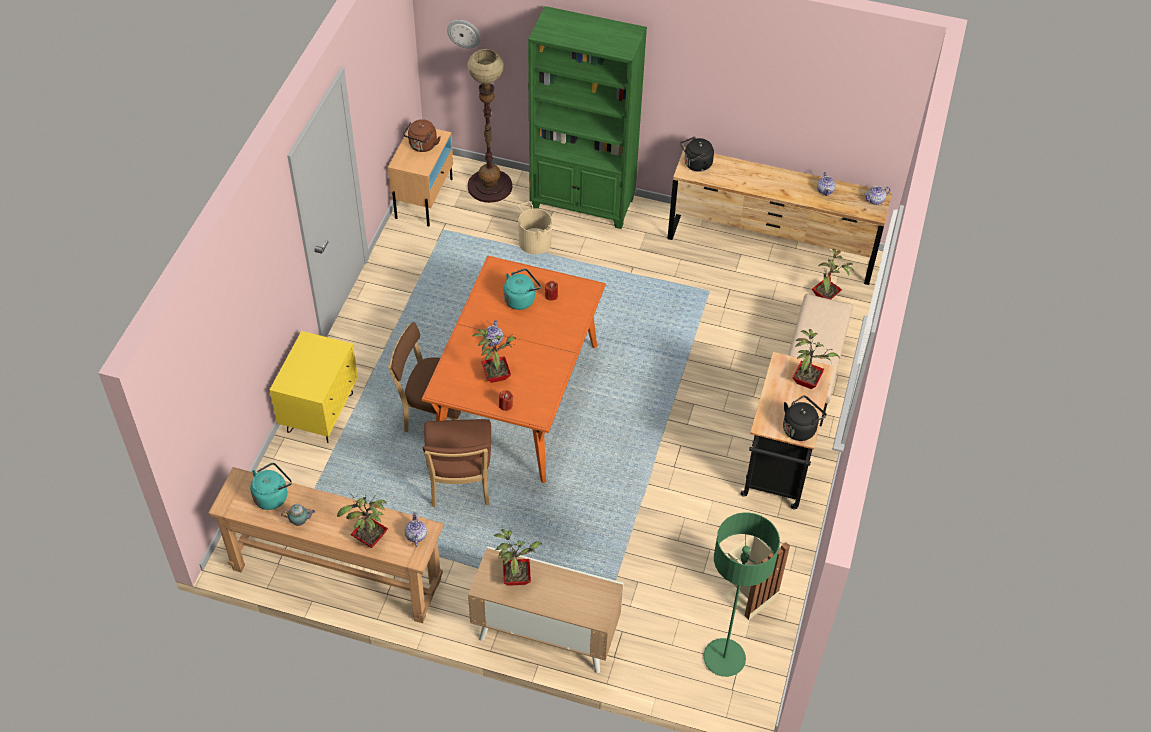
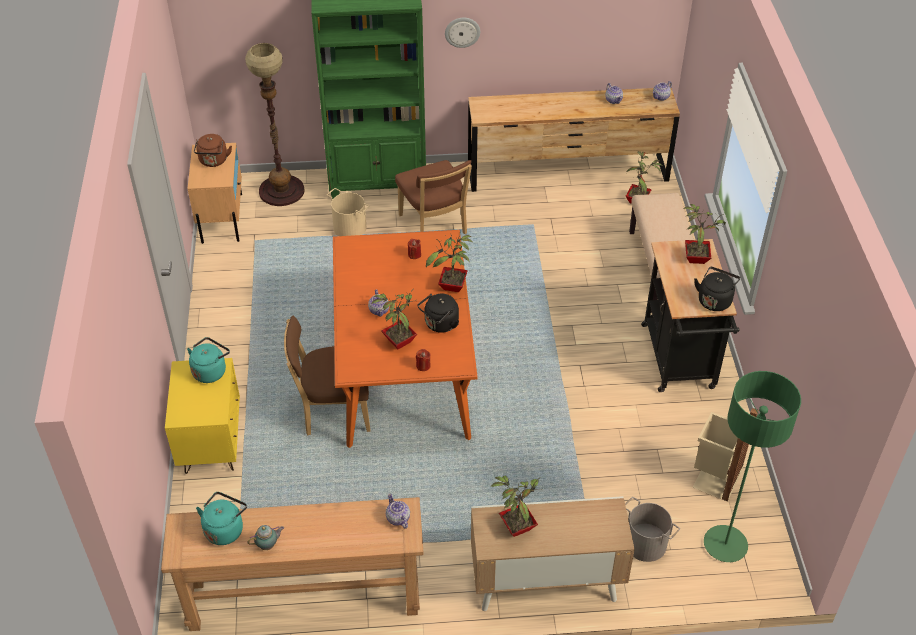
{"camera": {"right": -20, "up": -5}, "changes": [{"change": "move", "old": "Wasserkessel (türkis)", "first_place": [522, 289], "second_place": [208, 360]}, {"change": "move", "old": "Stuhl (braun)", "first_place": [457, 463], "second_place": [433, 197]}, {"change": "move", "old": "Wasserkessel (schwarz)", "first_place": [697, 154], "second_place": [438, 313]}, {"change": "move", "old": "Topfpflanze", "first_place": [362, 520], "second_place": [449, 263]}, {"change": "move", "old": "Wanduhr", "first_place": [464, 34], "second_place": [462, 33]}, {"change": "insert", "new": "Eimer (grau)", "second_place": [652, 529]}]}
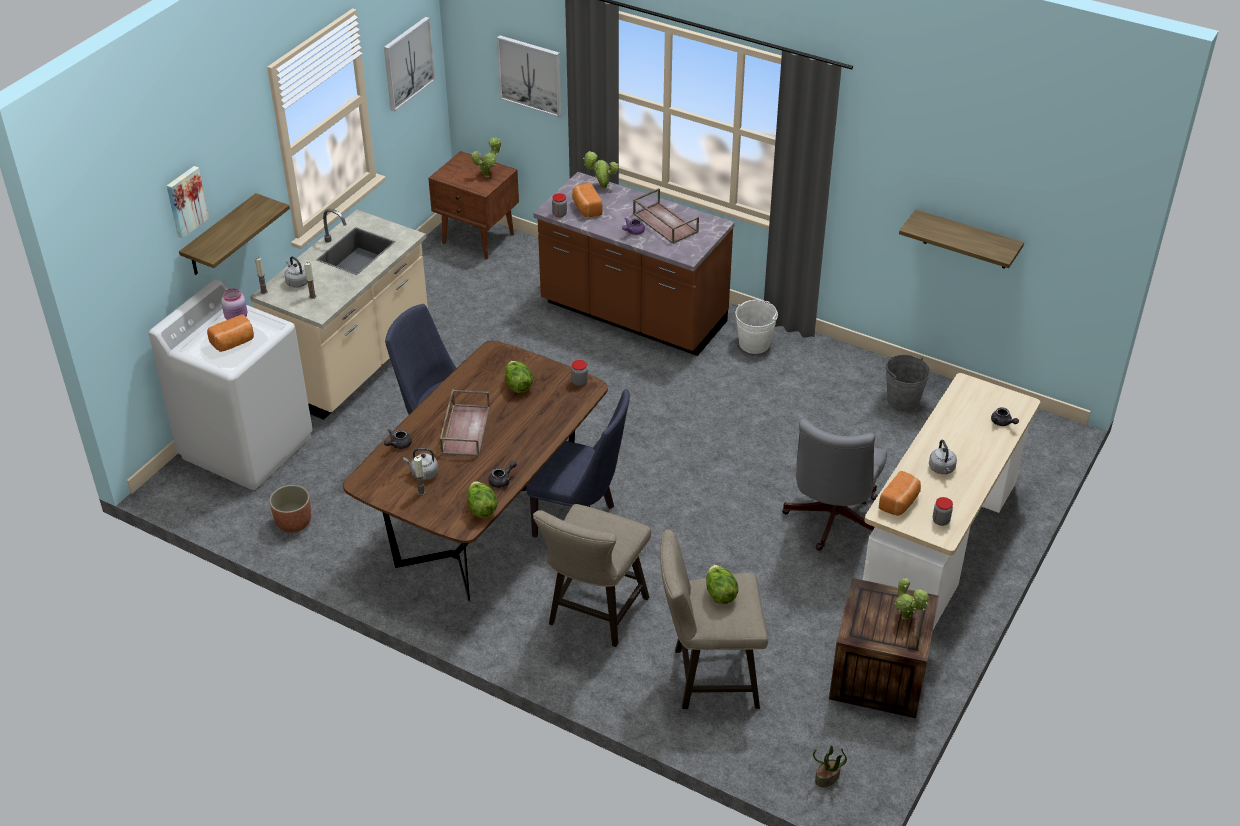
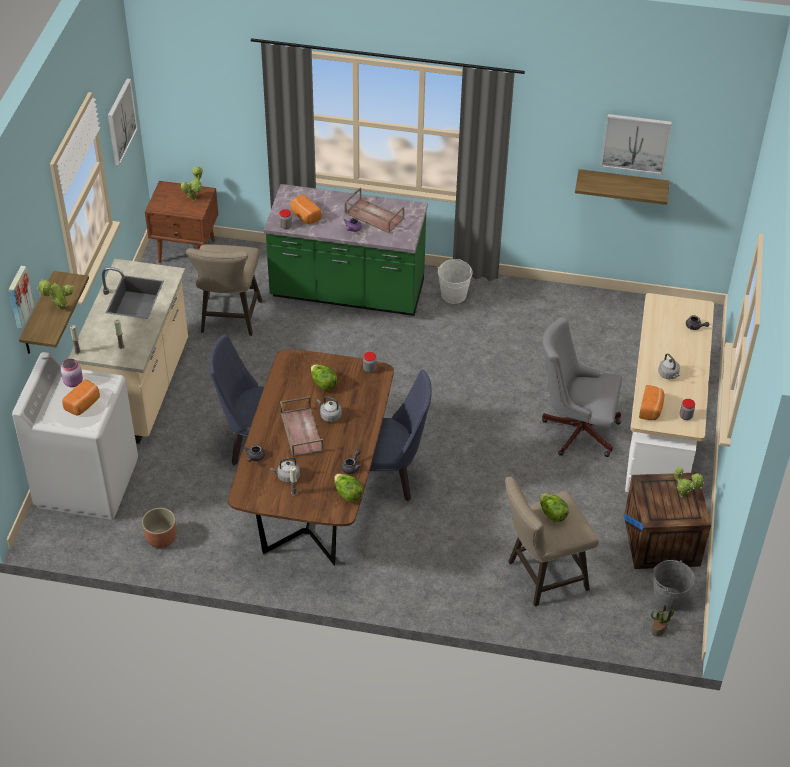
{"camera": {"right": -20, "up": 5}, "changes": [{"change": "move", "old": "Topfpflanze", "first_place": [601, 170], "second_place": [55, 295]}, {"change": "move", "old": "Hocker (beige)", "first_place": [592, 575], "second_place": [224, 290]}, {"change": "recolor", "old": "Küchenzeile (braun)", "new": "Küchenzeile (grün)", "first_place": [634, 264], "second_place": [346, 250]}, {"change": "move", "old": "Wasserkessel (grau)", "first_place": [296, 272], "second_place": [329, 409]}, {"change": "rotate", "old": "Bürostuhl (grau)", "first_place": [834, 484], "second_place": [582, 387], "degrees": 105}, {"change": "move", "old": "Bild", "first_place": [529, 76], "second_place": [636, 144]}, {"change": "move", "old": "Eimer (grau)", "first_place": [908, 383], "second_place": [674, 586]}]}
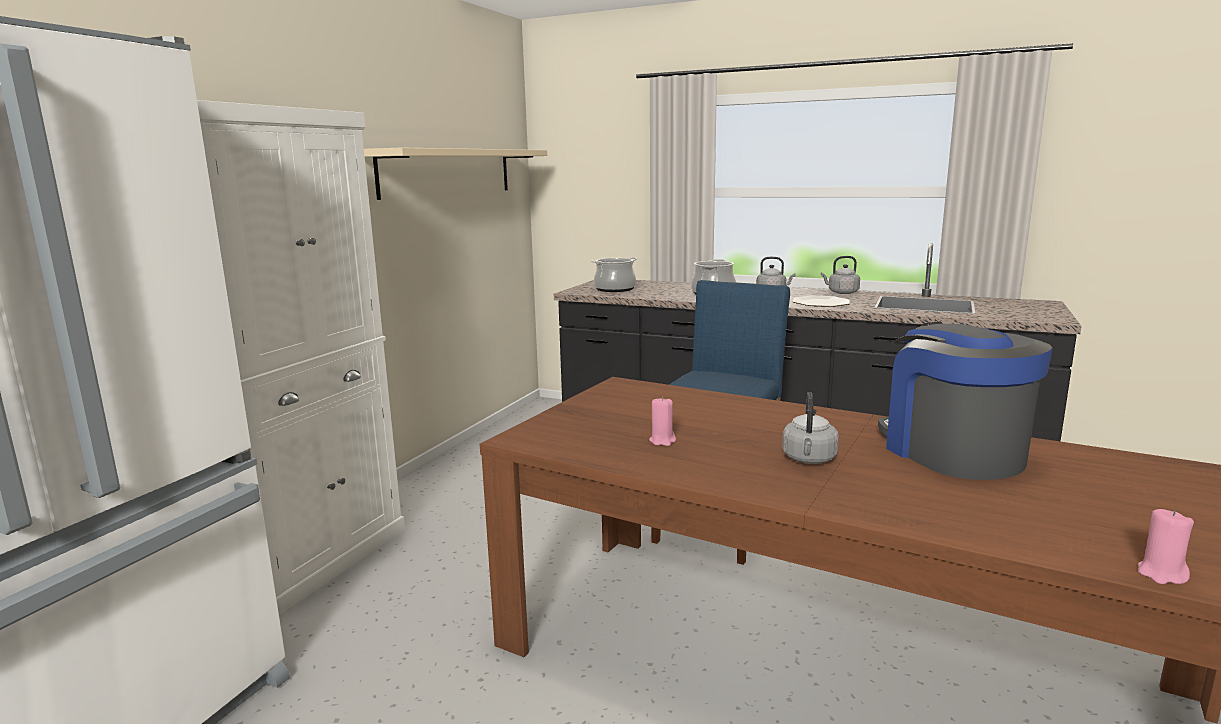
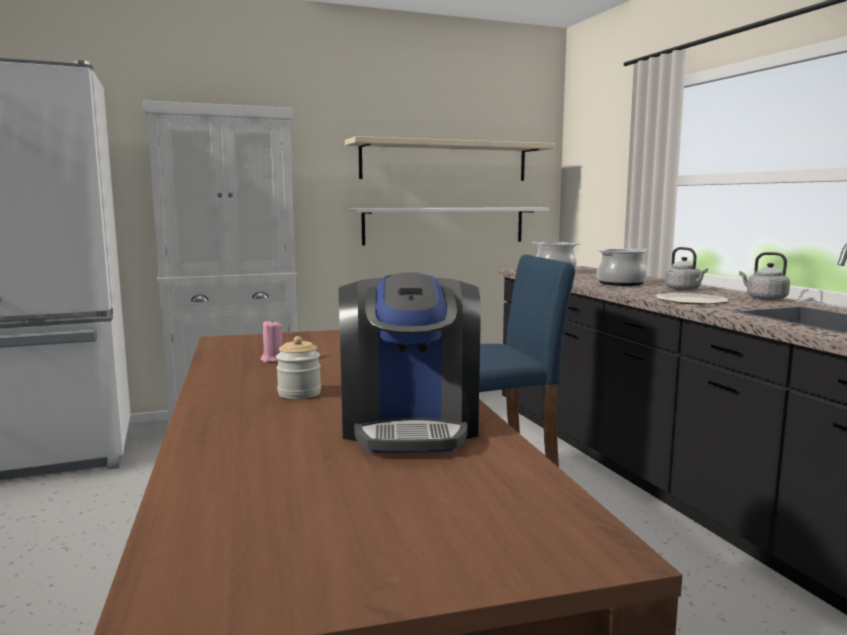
{"camera": {"right": 45, "up": -5}, "changes": [{"change": "replace", "old": "Wasserkessel (grau)", "new": "Vorratsglas", "first_place": [810, 428], "second_place": [298, 367]}, {"change": "rotate", "old": "Kaffeemaschine", "first_place": [965, 400], "second_place": [409, 362], "degrees": 150}, {"change": "insert", "new": "Wandregal (weiß)", "second_place": [448, 226]}, {"change": "delete", "old": "Kerze (rosa)", "first_place": [1166, 546]}]}
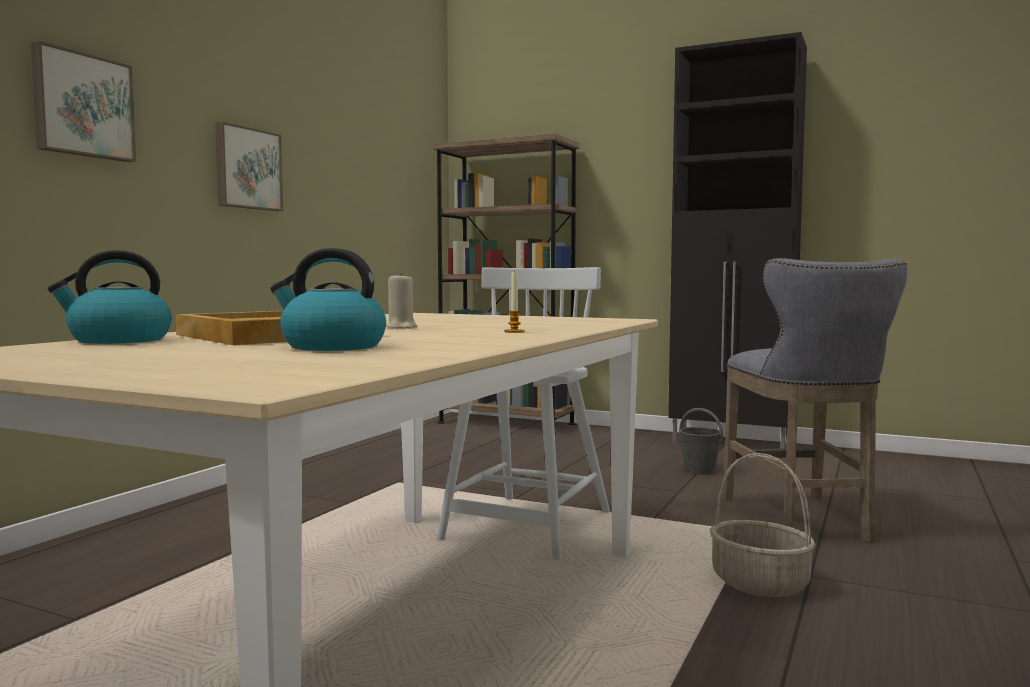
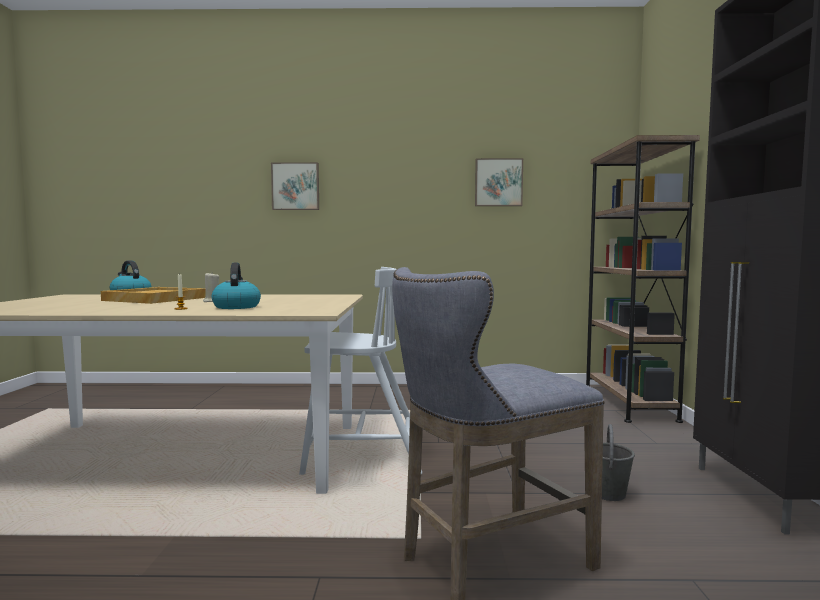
{"camera": {"right": 65, "up": 0}, "changes": [{"change": "move", "old": "Wasserkessel", "first_place": [328, 299], "second_place": [236, 286]}, {"change": "move", "old": "Bild", "first_place": [249, 166], "second_place": [499, 182]}, {"change": "delete", "old": "Korb", "first_place": [763, 525]}]}
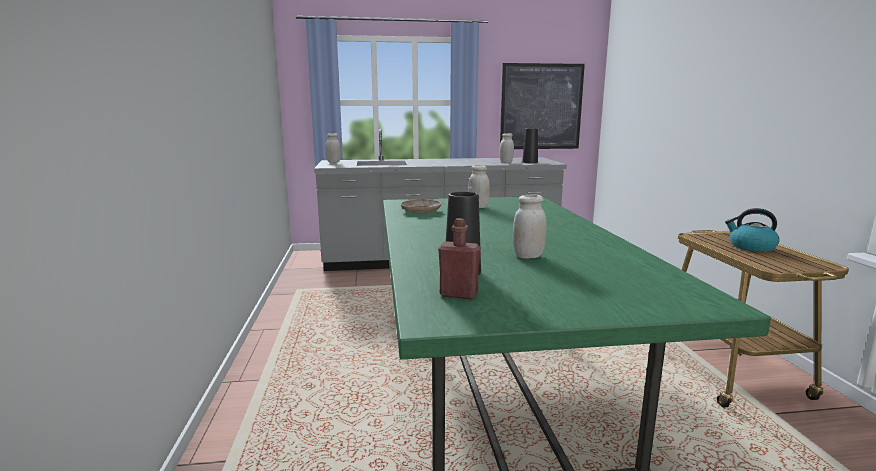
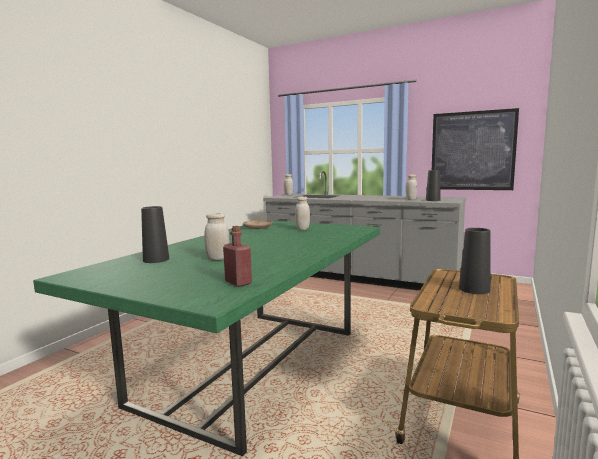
{"camera": {"right": 35, "up": -5}, "changes": [{"change": "move", "old": "Flasche (rot)", "first_place": [459, 258], "second_place": [237, 256]}, {"change": "replace", "old": "Wasserkessel", "new": "Vase (schwarz)", "first_place": [752, 230], "second_place": [475, 261]}]}
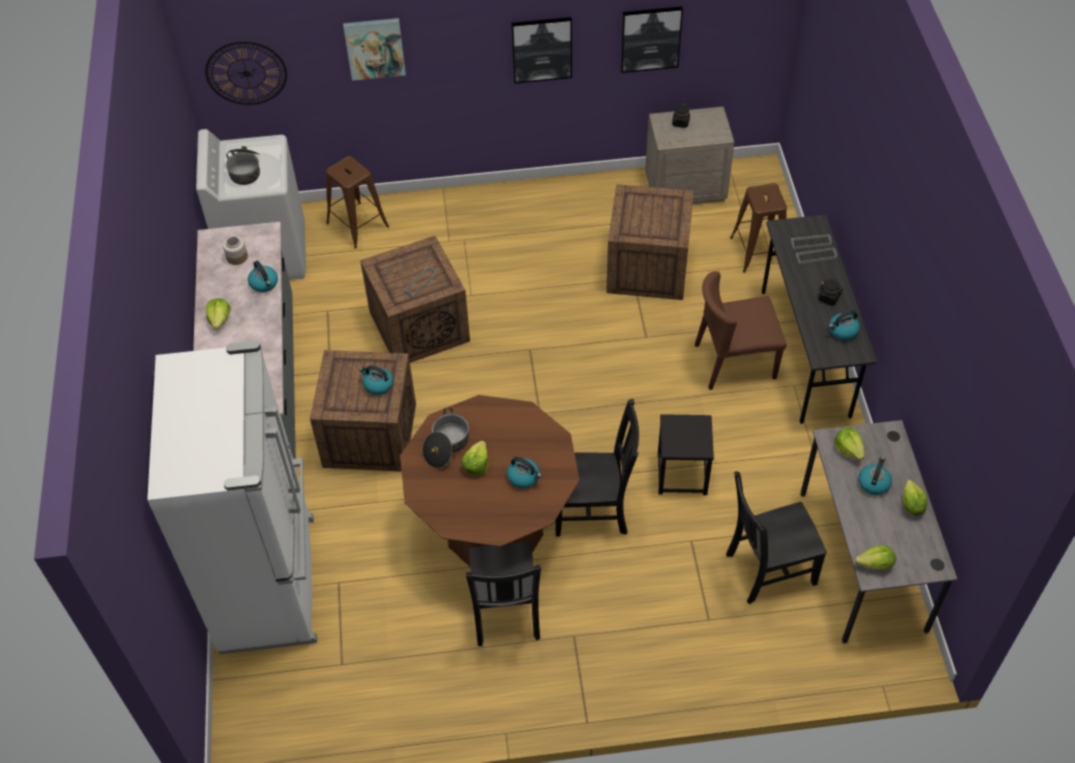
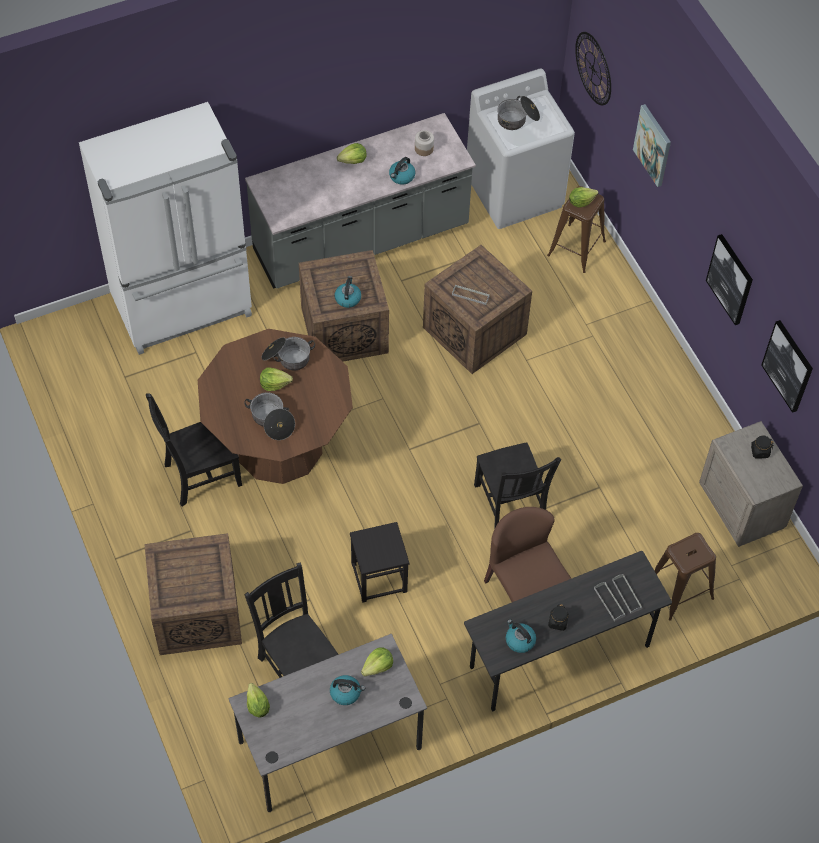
{"camera": {"right": 70, "up": 5}, "changes": [{"change": "move", "old": "Kiste", "first_place": [650, 242], "second_place": [193, 594]}, {"change": "replace", "old": "Wasserkessel", "new": "Kochtopf", "first_place": [524, 473], "second_place": [269, 416]}, {"change": "move", "old": "Stuhl (schwarz)", "first_place": [597, 467], "second_place": [517, 484]}, {"change": "move", "old": "Salatkopf", "first_place": [915, 498], "second_place": [583, 197]}]}
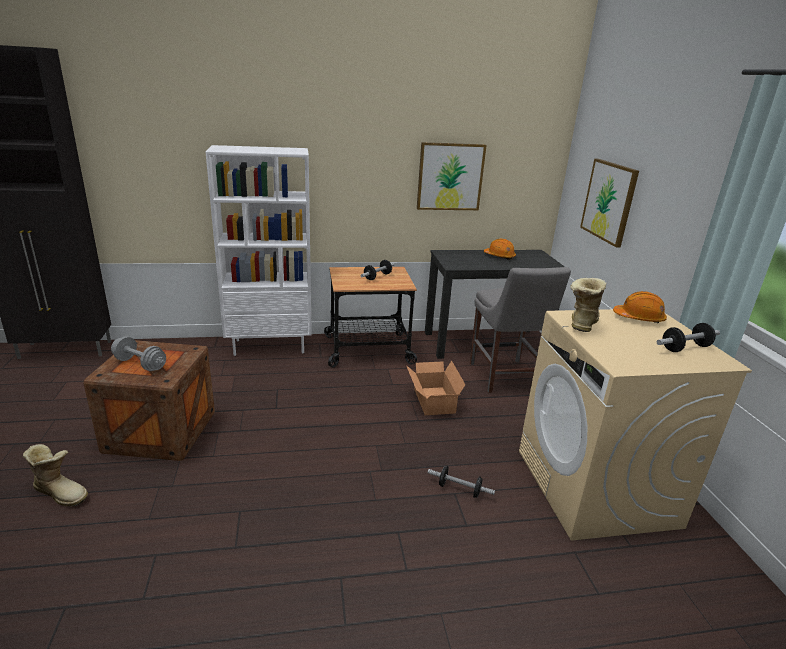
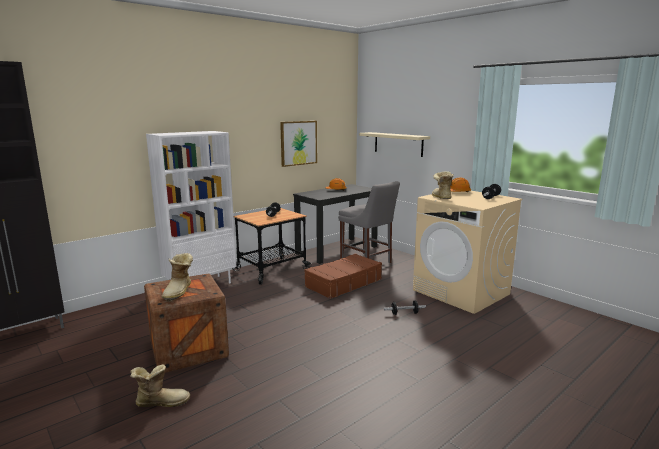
{"camera": {"right": -30, "up": -10}, "changes": [{"change": "replace", "old": "Hantel (grau)", "new": "Stiefel", "first_place": [138, 353], "second_place": [177, 277]}, {"change": "replace", "old": "Karton", "new": "Koffer (braun)", "first_place": [435, 387], "second_place": [343, 276]}, {"change": "replace", "old": "Bild", "new": "Wandregal (beige)", "first_place": [609, 203], "second_place": [394, 144]}]}
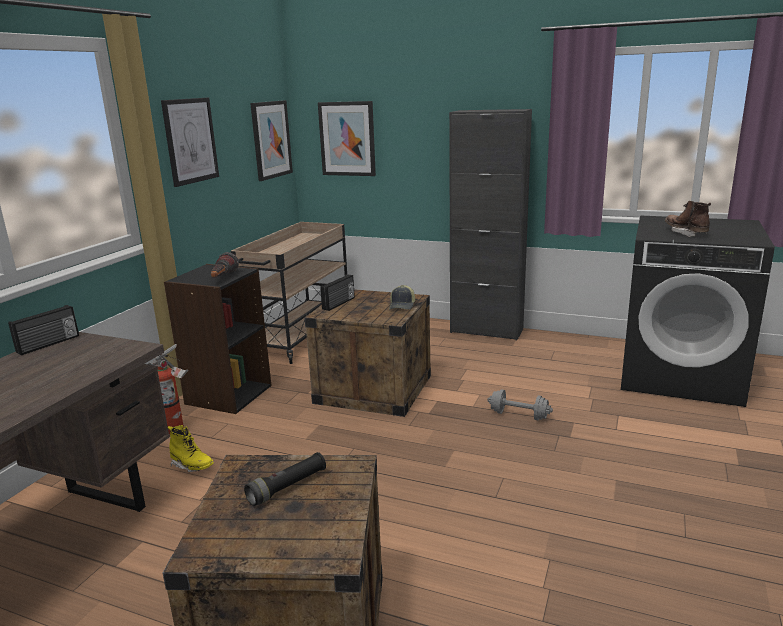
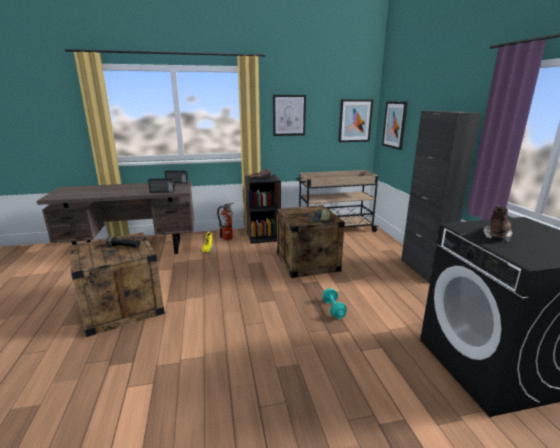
{"camera": {"right": 55, "up": 0}, "changes": [{"change": "move", "old": "Radio", "first_place": [337, 292], "second_place": [161, 185]}, {"change": "recolor", "old": "Hantel (grau)", "new": "Hantel (türkis)", "first_place": [520, 404], "second_place": [334, 303]}]}
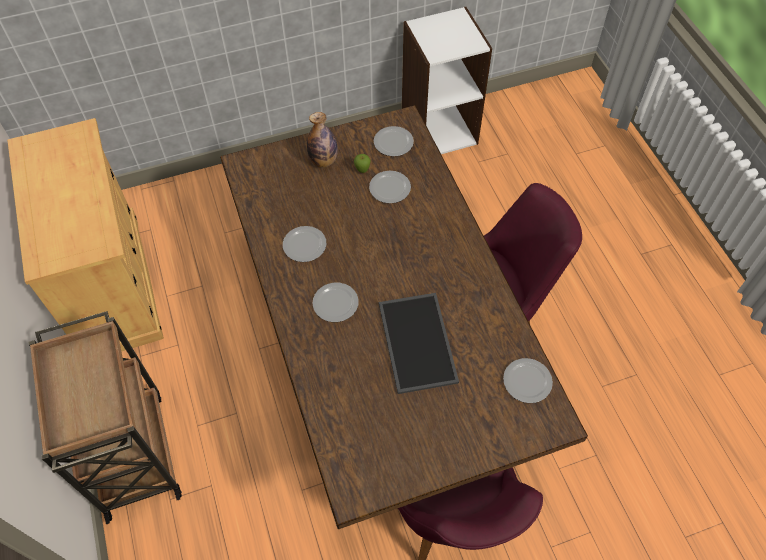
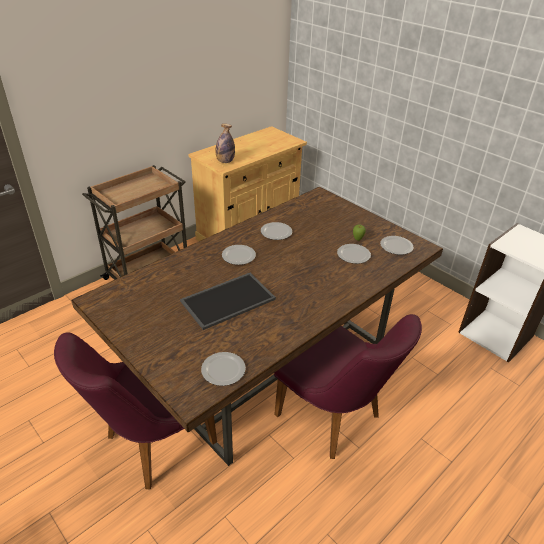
{"camera": {"right": 65, "up": -20}, "changes": [{"change": "move", "old": "Flasche", "first_place": [322, 139], "second_place": [225, 143]}]}
